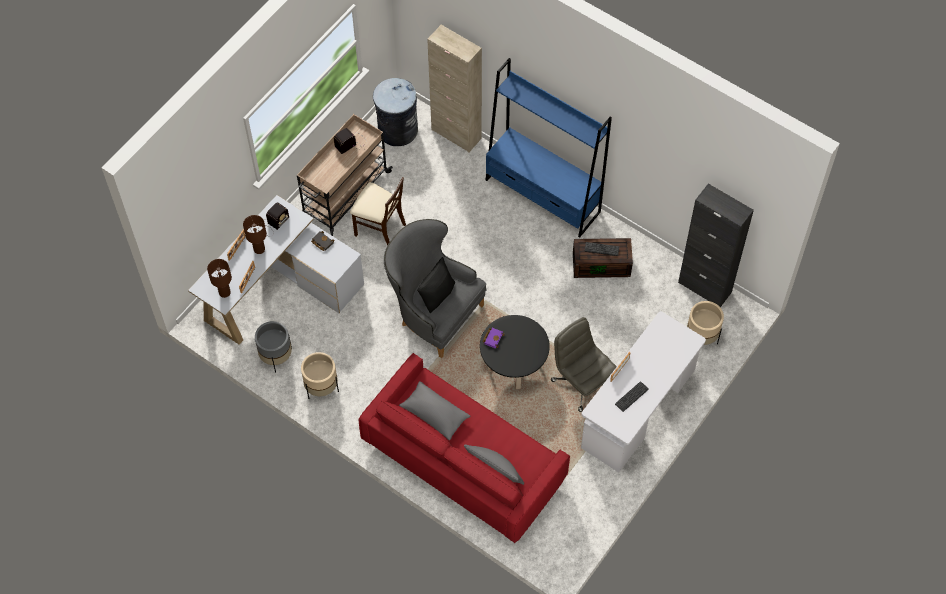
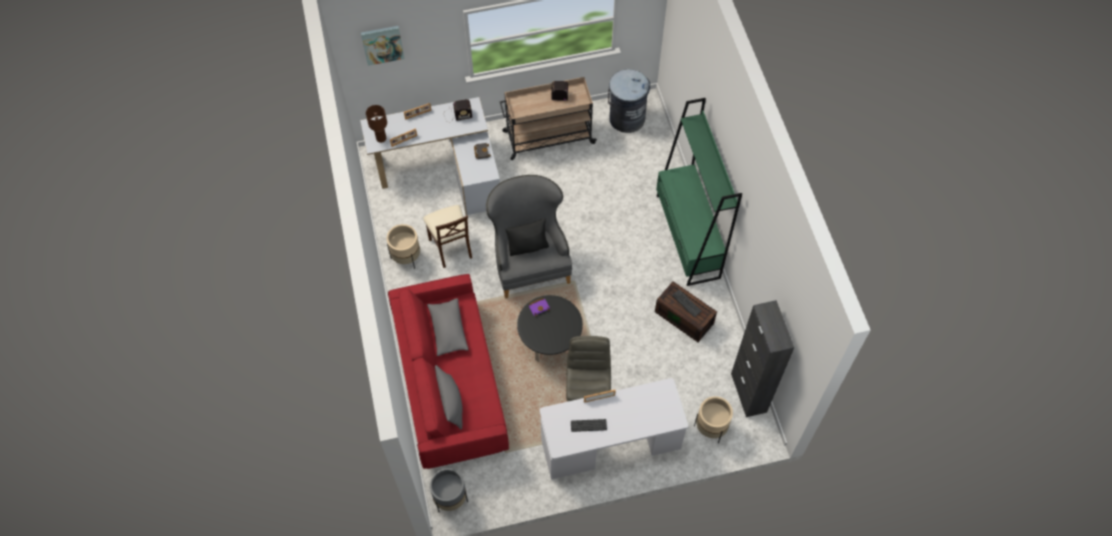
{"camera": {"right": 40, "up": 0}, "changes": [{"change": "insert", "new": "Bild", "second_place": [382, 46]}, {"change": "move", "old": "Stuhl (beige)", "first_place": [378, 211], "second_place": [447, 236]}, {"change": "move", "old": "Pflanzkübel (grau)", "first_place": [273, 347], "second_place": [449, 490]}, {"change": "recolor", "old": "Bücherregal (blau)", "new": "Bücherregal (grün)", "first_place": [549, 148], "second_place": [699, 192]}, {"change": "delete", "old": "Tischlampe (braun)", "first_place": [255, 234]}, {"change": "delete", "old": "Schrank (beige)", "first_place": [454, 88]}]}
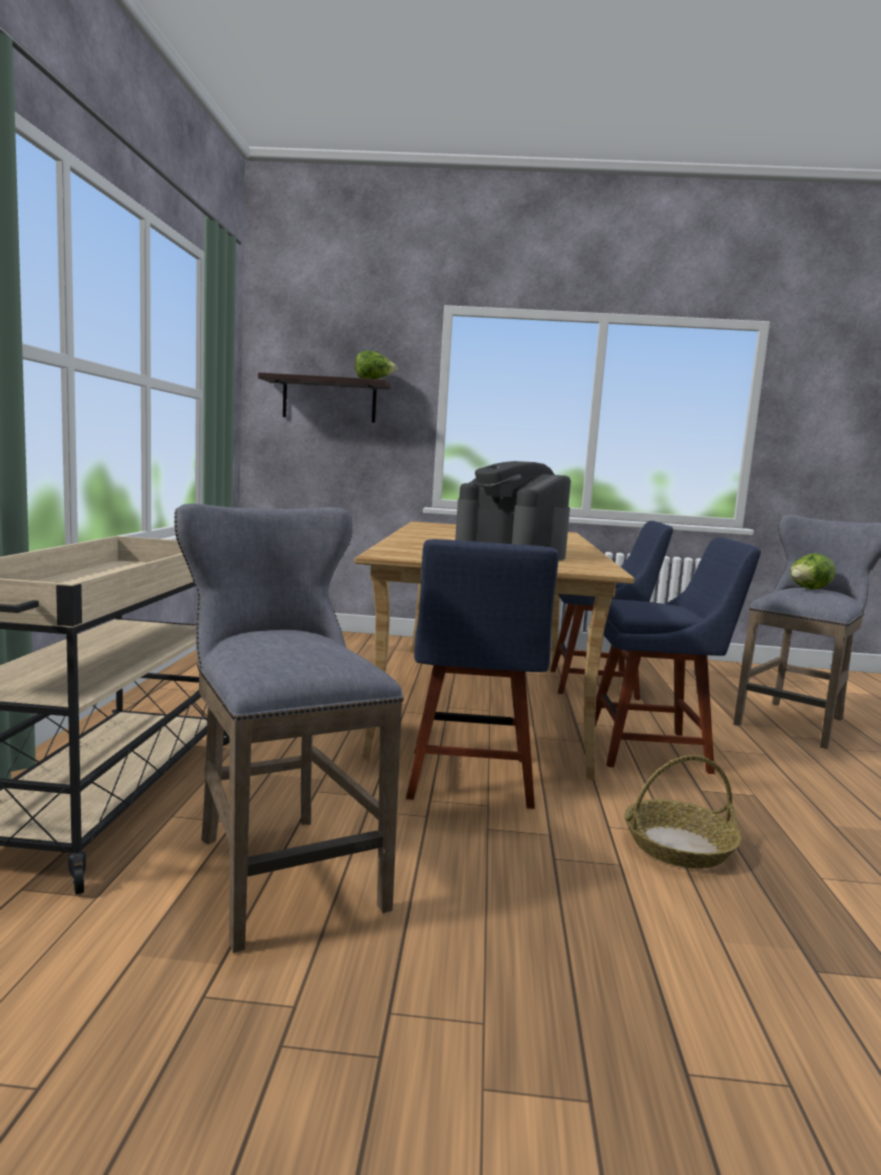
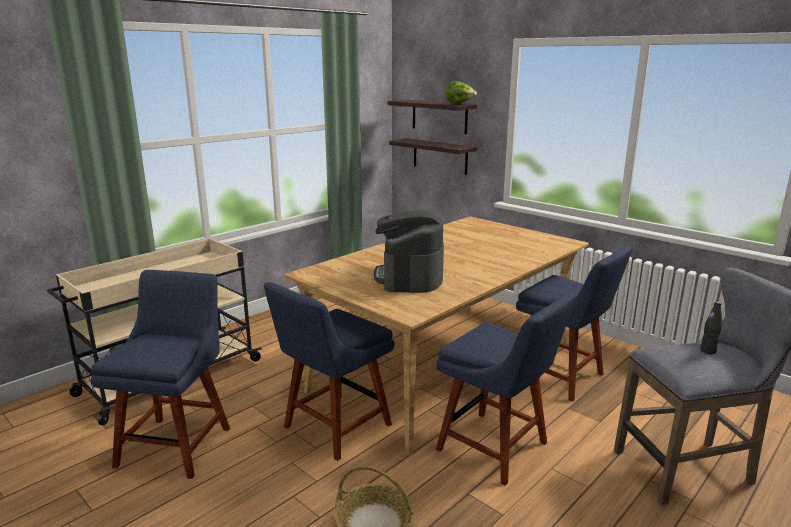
{"camera": {"right": 40, "up": 10}, "changes": [{"change": "replace", "old": "Hocker (grau)", "new": "Stuhl (blau)", "first_place": [289, 728], "second_place": [160, 374]}, {"change": "insert", "new": "Wandregal", "second_place": [433, 156]}, {"change": "replace", "old": "Salatkopf", "new": "Flasche (schwarz)", "first_place": [813, 571], "second_place": [711, 328]}]}
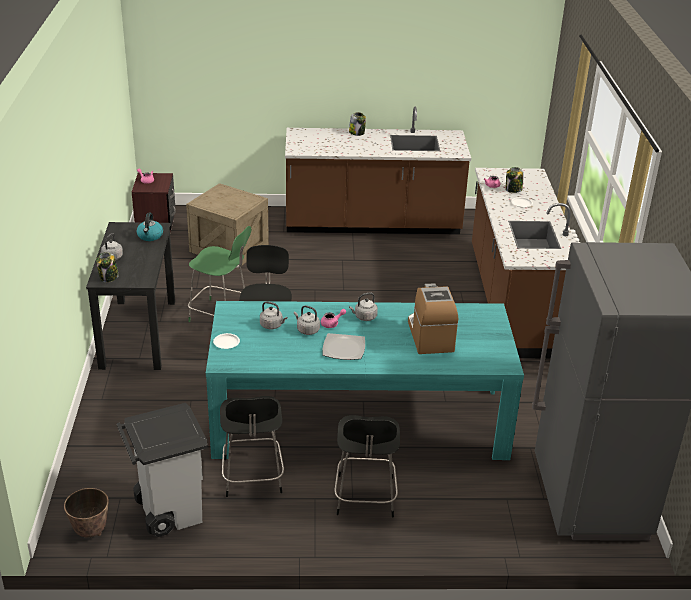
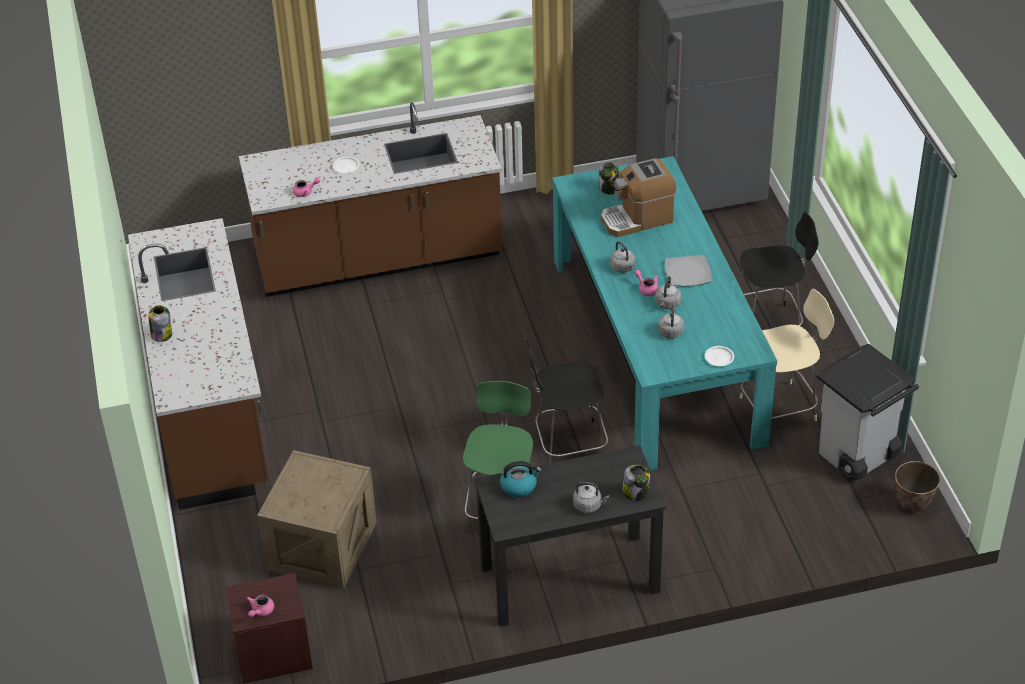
{"camera": {"right": -100, "up": 10}, "changes": [{"change": "move", "old": "Vorratsglas", "first_place": [515, 180], "second_place": [609, 178]}, {"change": "recolor", "old": "Stuhl (schwarz)", "new": "Stuhl (beige)", "first_place": [252, 446], "second_place": [786, 354]}]}
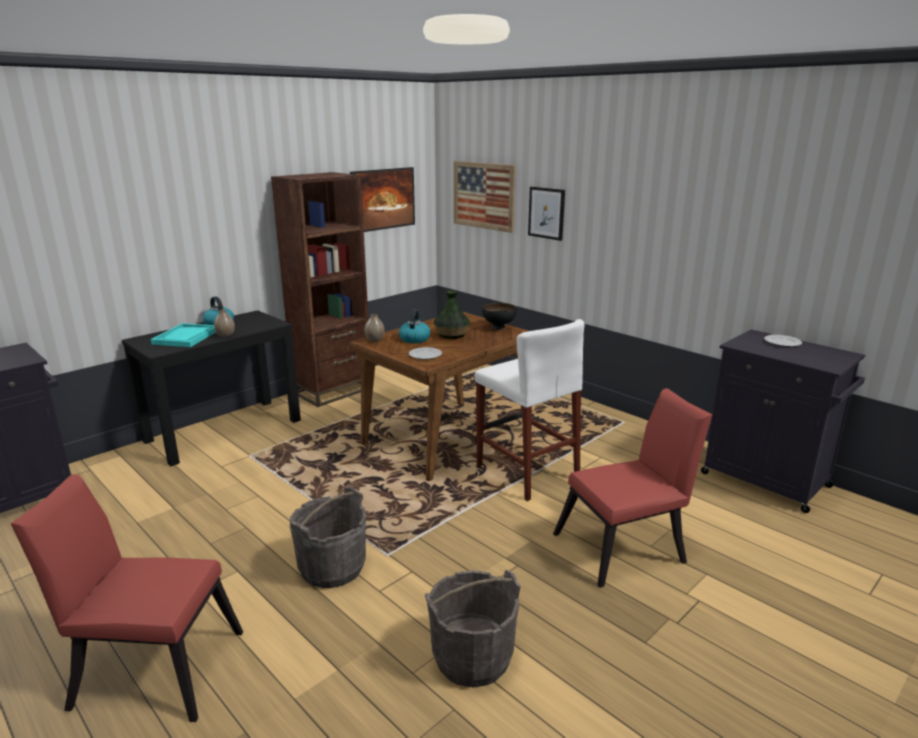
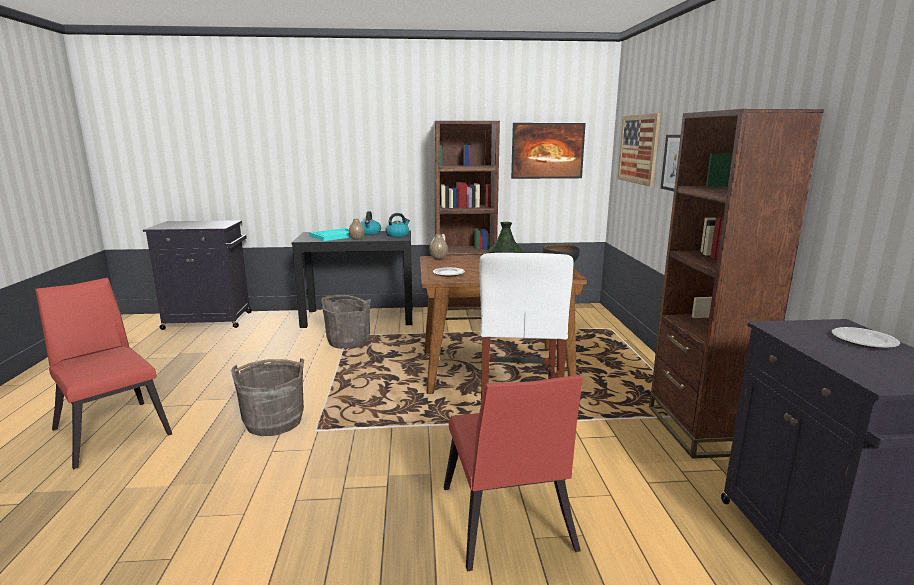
{"camera": {"right": 40, "up": -5}, "changes": [{"change": "move", "old": "Eimer (grau)", "first_place": [472, 628], "second_place": [346, 322]}, {"change": "move", "old": "Wasserkessel", "first_place": [414, 326], "second_place": [397, 225]}, {"change": "rotate", "old": "Stuhl (rot)", "first_place": [632, 488], "second_place": [513, 473], "degrees": 60}, {"change": "insert", "new": "Bücherregal (braun)", "second_place": [736, 284]}]}
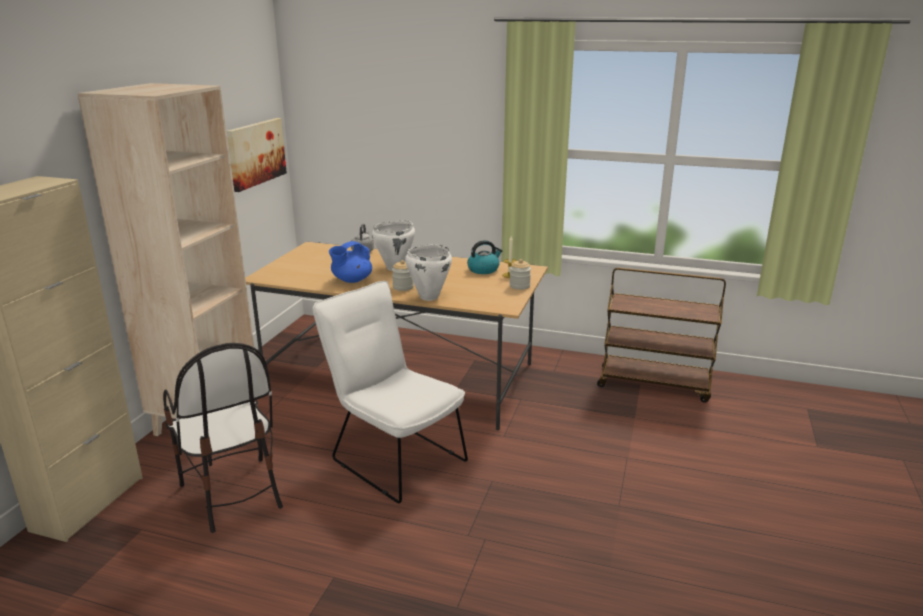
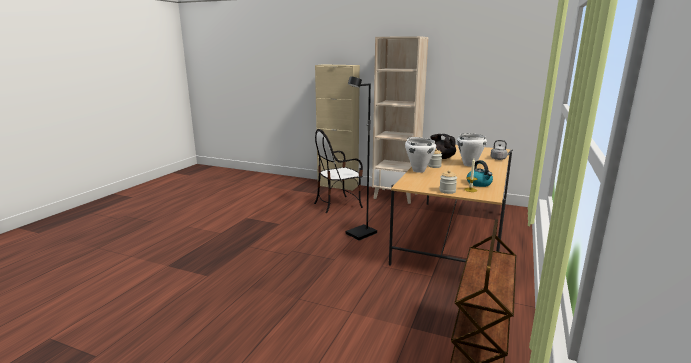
{"camera": {"right": 95, "up": -5}, "changes": [{"change": "replace", "old": "Stuhl (weiß)", "new": "Stehlampe (schwarz)", "first_place": [390, 392], "second_place": [361, 158]}, {"change": "recolor", "old": "Teekanne (blau)", "new": "Teekanne (schwarz)", "first_place": [350, 262], "second_place": [443, 146]}, {"change": "delete", "old": "Bild", "first_place": [257, 155]}]}
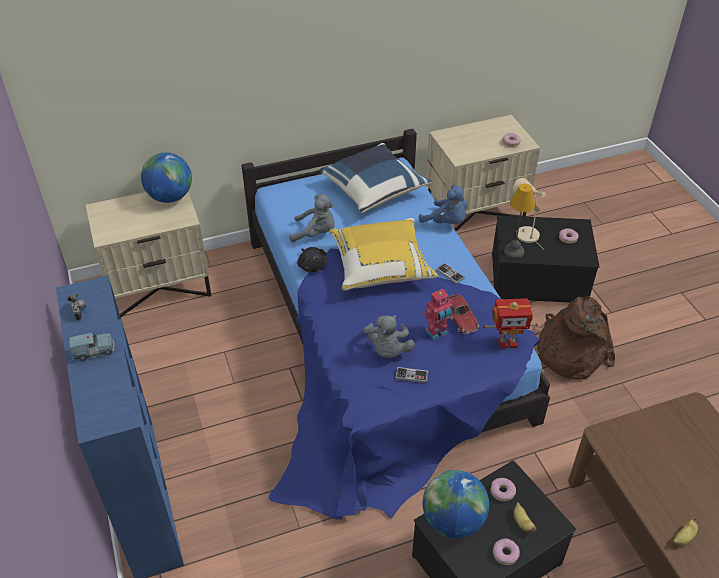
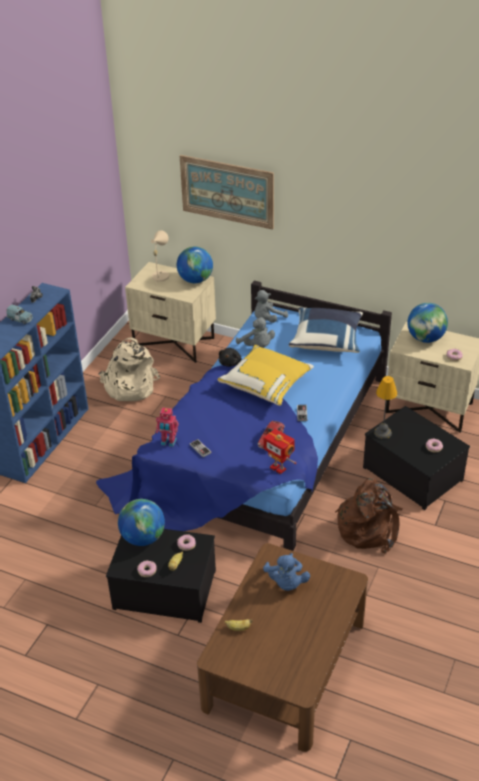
{"camera": {"right": 45, "up": -5}, "changes": [{"change": "insert", "new": "Rucksack (beige)", "second_place": [129, 369]}, {"change": "move", "old": "Tischlampe (beige)", "first_place": [529, 214], "second_place": [160, 258]}, {"change": "move", "old": "Spielzeugroboter", "first_place": [439, 314], "second_place": [167, 427]}, {"change": "insert", "new": "Bild", "second_place": [227, 192]}, {"change": "move", "old": "Plüschtier (grau)", "first_place": [389, 336], "second_place": [271, 306]}, {"change": "move", "old": "Plüschtier (blau)", "first_place": [443, 204], "second_place": [286, 572]}, {"change": "insert", "new": "Globus", "second_place": [427, 323]}]}
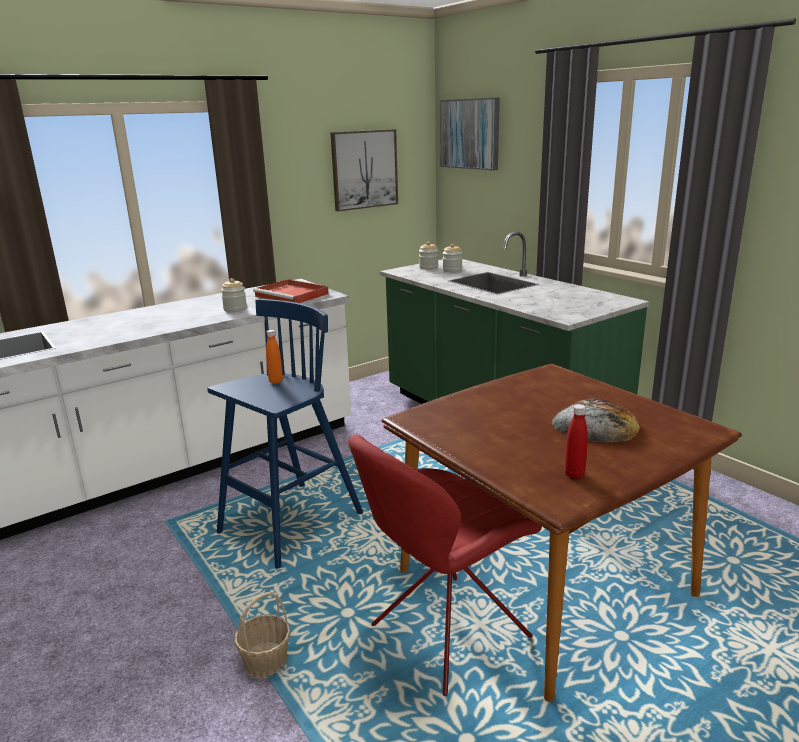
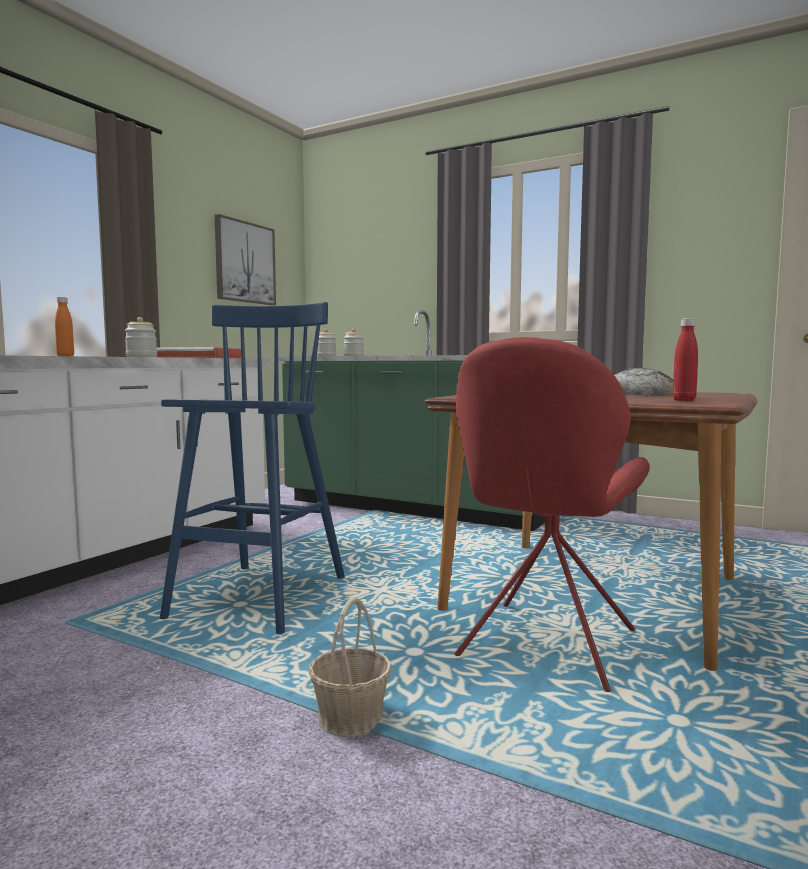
{"camera": {"right": -25, "up": -15}, "changes": [{"change": "move", "old": "Flasche (orange)", "first_place": [274, 357], "second_place": [64, 326]}, {"change": "delete", "old": "Bild", "first_place": [470, 134]}]}
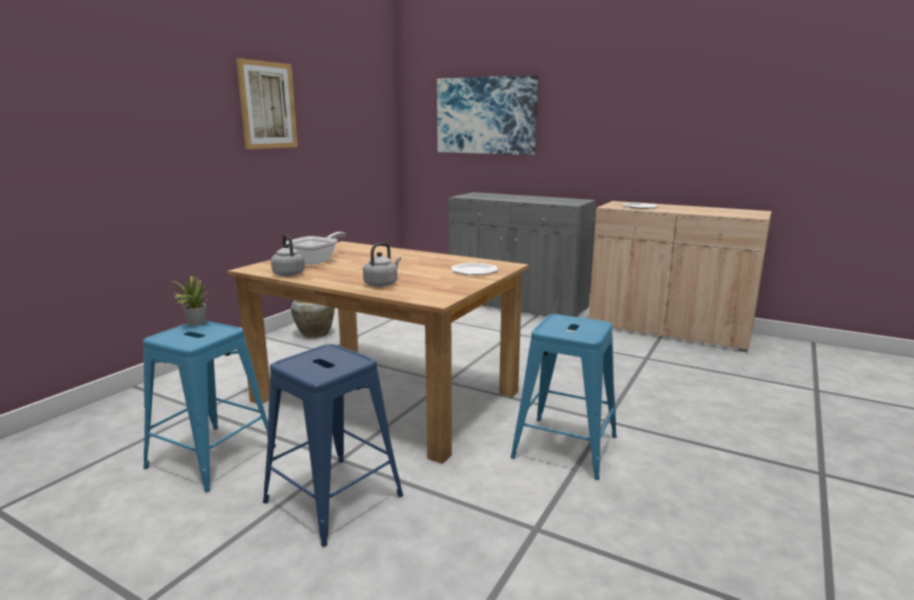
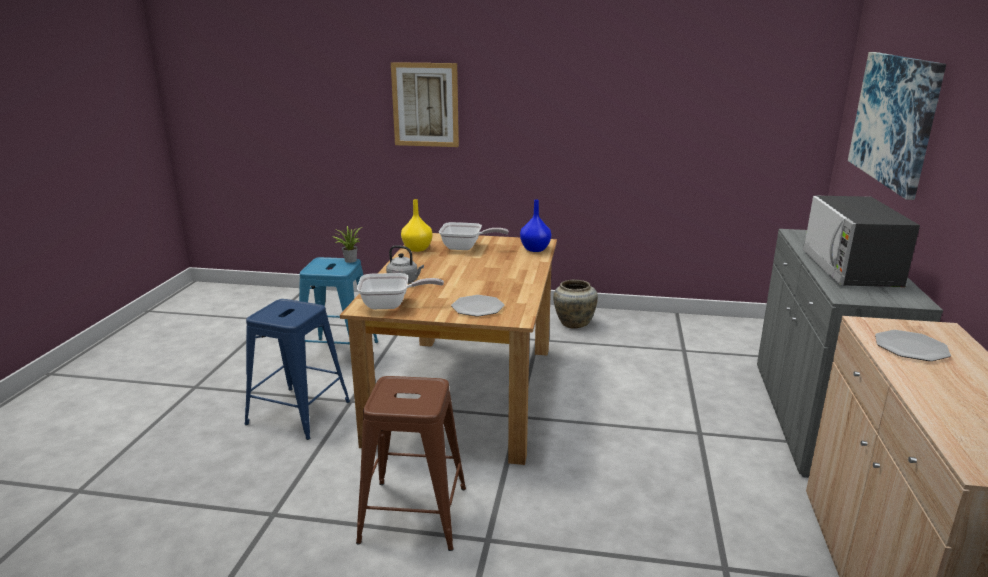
{"camera": {"right": 70, "up": 5}, "changes": [{"change": "recolor", "old": "Hocker (blau)", "new": "Hocker (braun)", "first_place": [564, 397], "second_place": [411, 463]}, {"change": "insert", "new": "Pfanne", "second_place": [400, 291]}, {"change": "move", "old": "Bild", "first_place": [267, 103], "second_place": [425, 104]}, {"change": "replace", "old": "Wasserkessel (grau)", "new": "Vase (gelb)", "first_place": [288, 255], "second_place": [417, 225]}, {"change": "insert", "new": "Vase (blau)", "second_place": [535, 226]}, {"change": "insert", "new": "Mikrowelle", "second_place": [861, 241]}]}
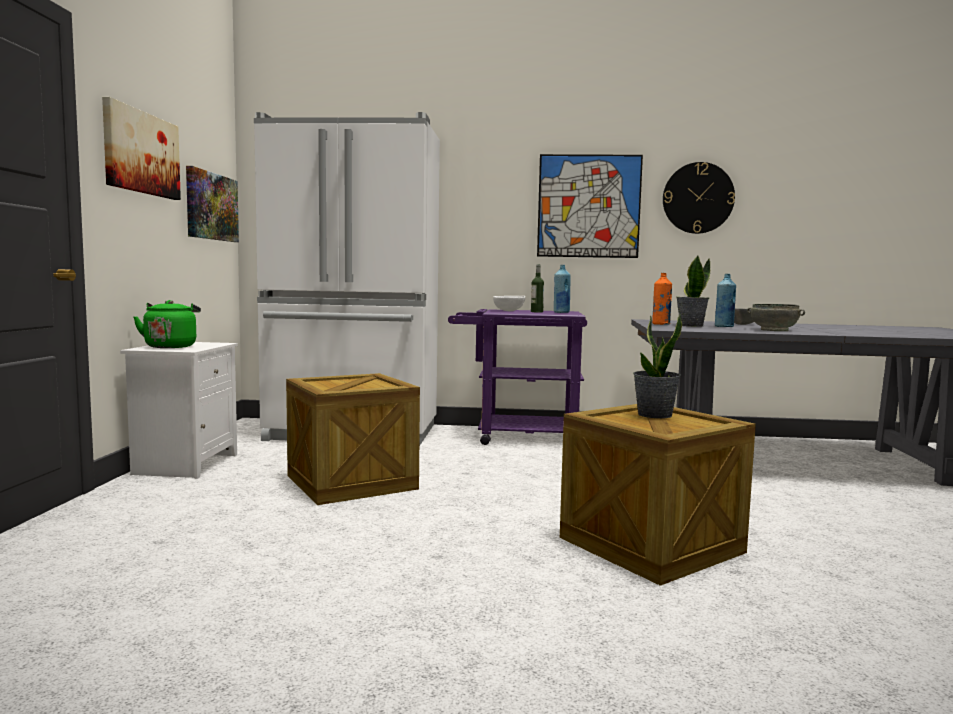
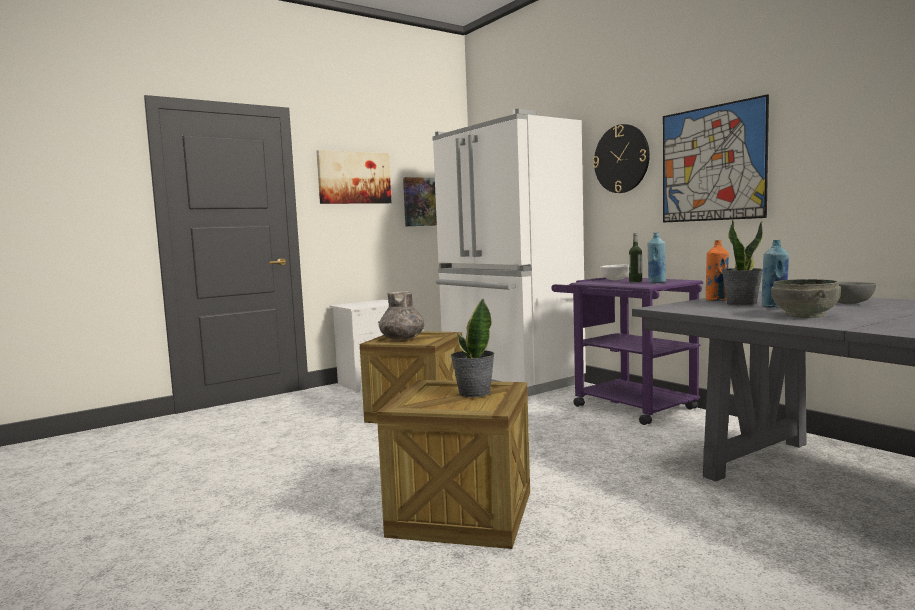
{"camera": {"right": 50, "up": 0}, "changes": [{"change": "insert", "new": "Vase (grau)", "second_place": [401, 315]}, {"change": "move", "old": "Wanduhr", "first_place": [699, 198], "second_place": [621, 158]}, {"change": "delete", "old": "Wasserkessel (grün)", "first_place": [167, 324]}]}
